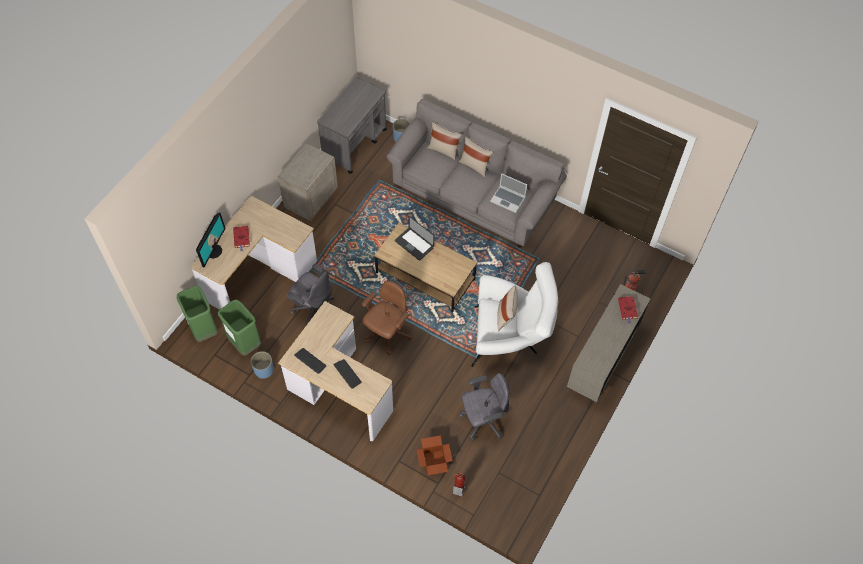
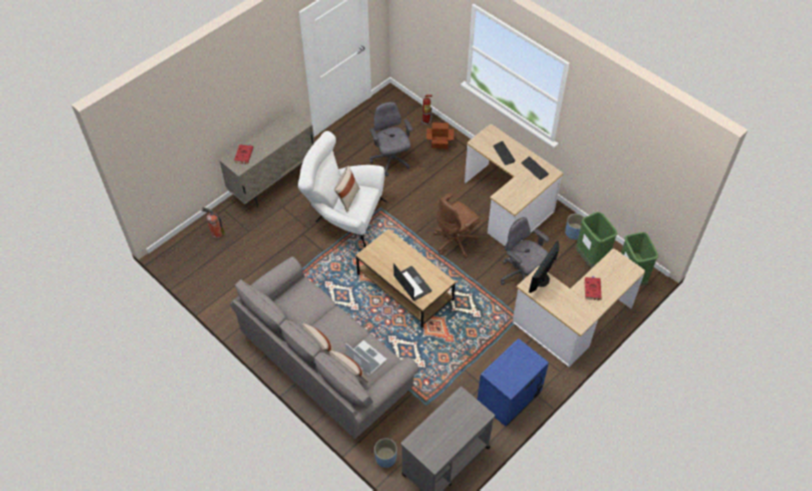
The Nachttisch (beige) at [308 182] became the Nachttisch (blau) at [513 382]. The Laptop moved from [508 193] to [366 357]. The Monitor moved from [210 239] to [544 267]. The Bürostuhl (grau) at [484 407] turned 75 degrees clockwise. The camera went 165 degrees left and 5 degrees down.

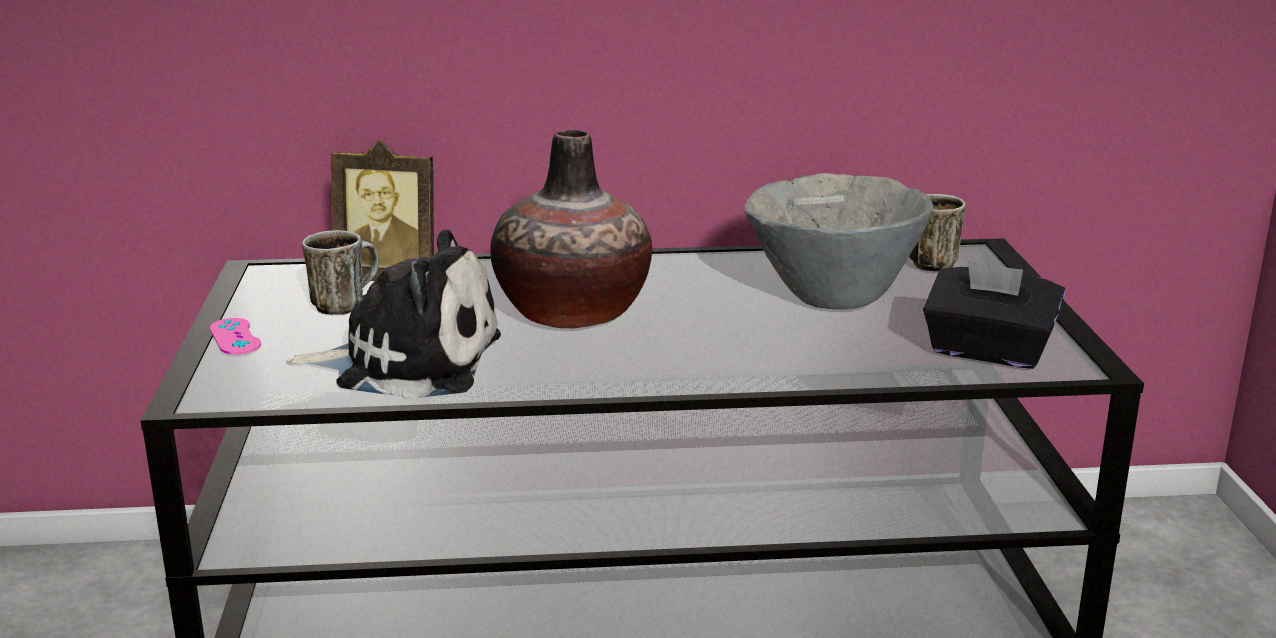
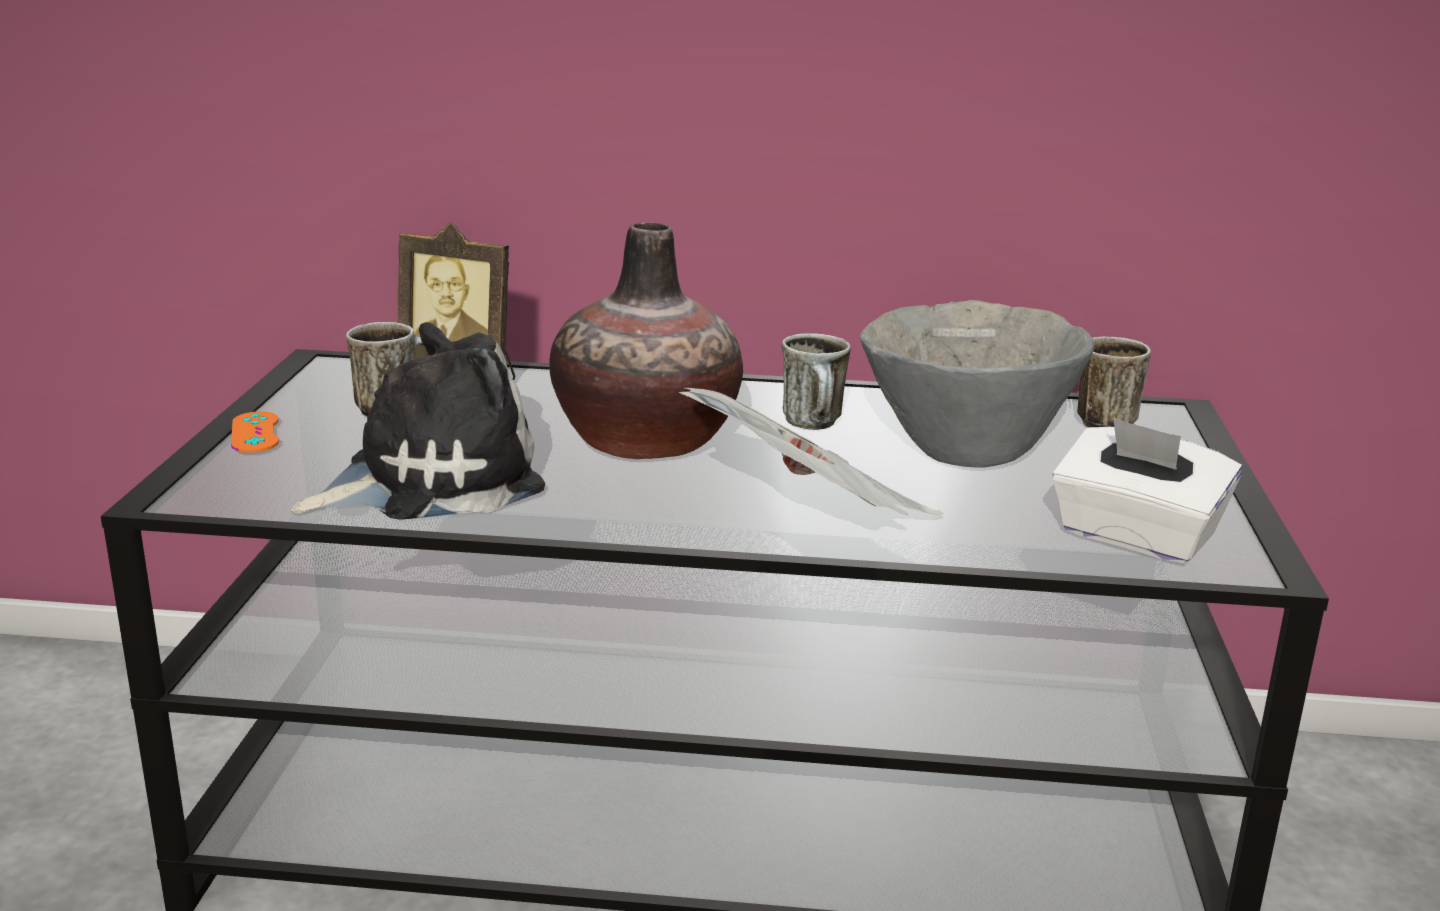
The Plüschtier at [393 314] turned 45 degrees counterclockwise. The Taschentuchbox (schwarz) at [994 314] became the Taschentuchbox (weiß) at [1147 490]. The Gamepad (rosa) at [235 336] became the Gamepad (orange) at [255 432]. The Henkelbecher at [816 381] appeared. The Zeitung at [811 451] appeared. The camera went 10 degrees right and 0 degrees up.

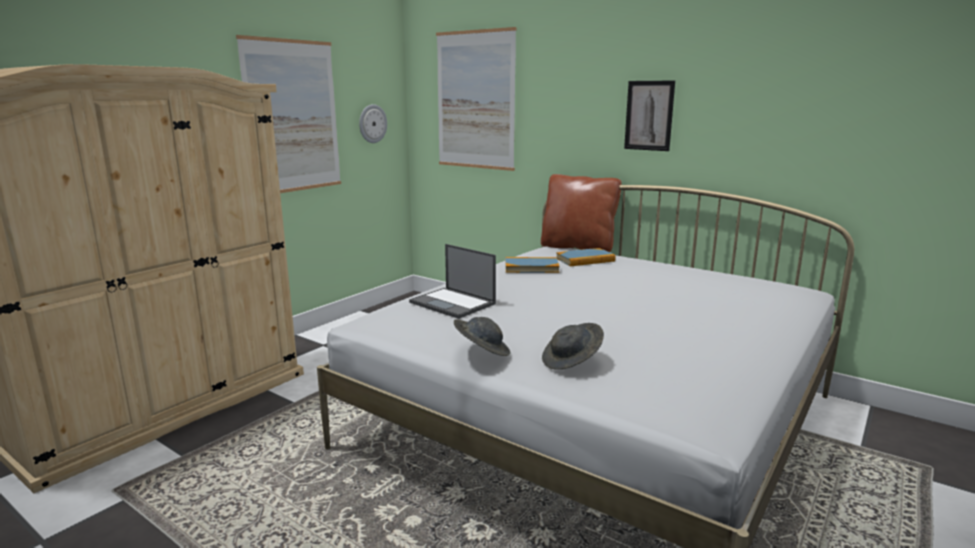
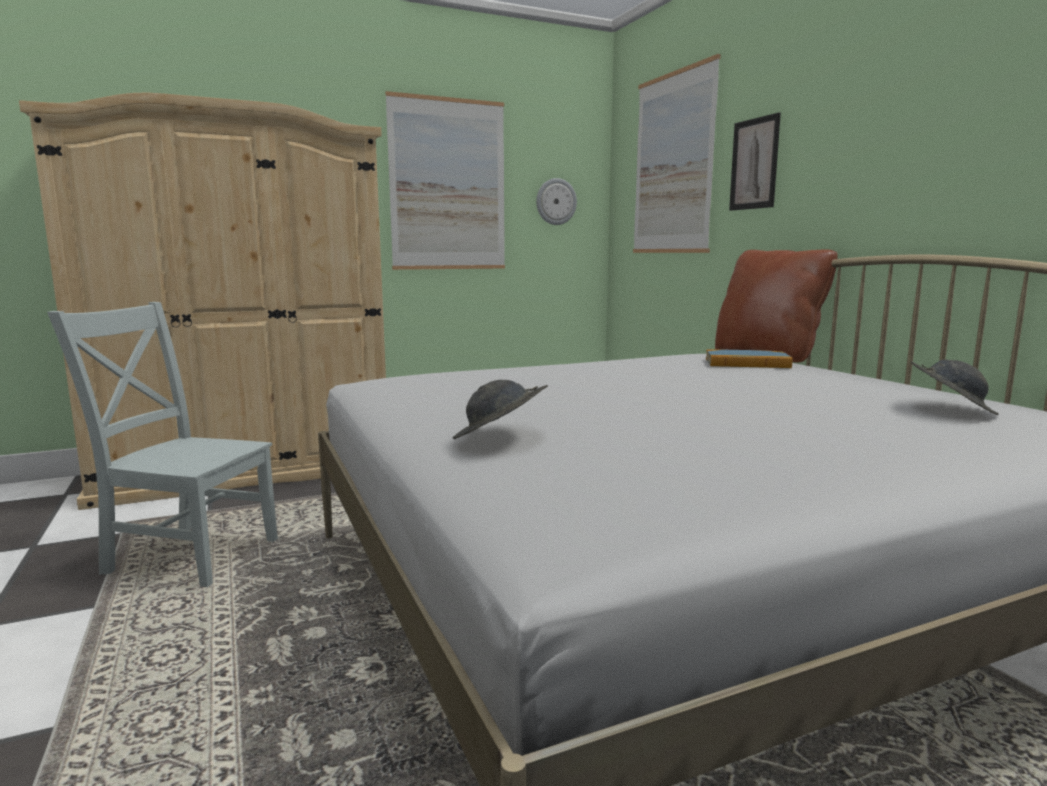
The Bild moved from [649 115] to [755 162]. The Laptop at [452 281] disappeared. The Buch at [532 265] disappeared. The Hut (grau) moved from [482 336] to [955 387]. The Stuhl (grau) at [162 444] appeared. The camera went 30 degrees right and 5 degrees down.

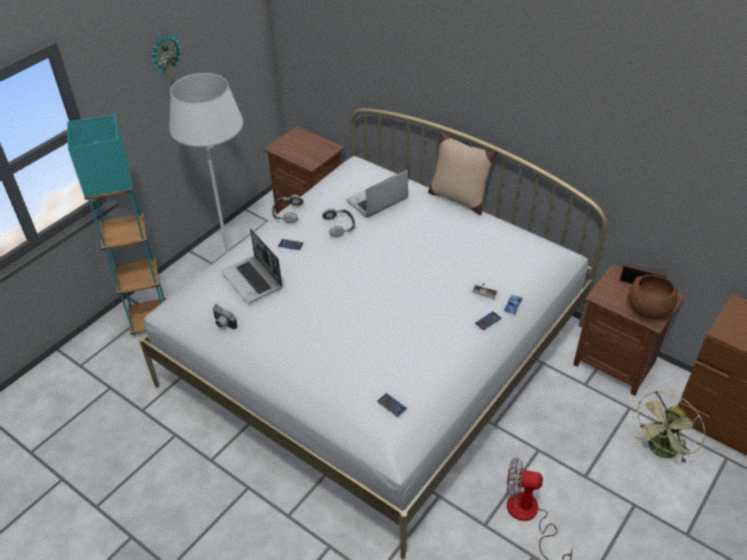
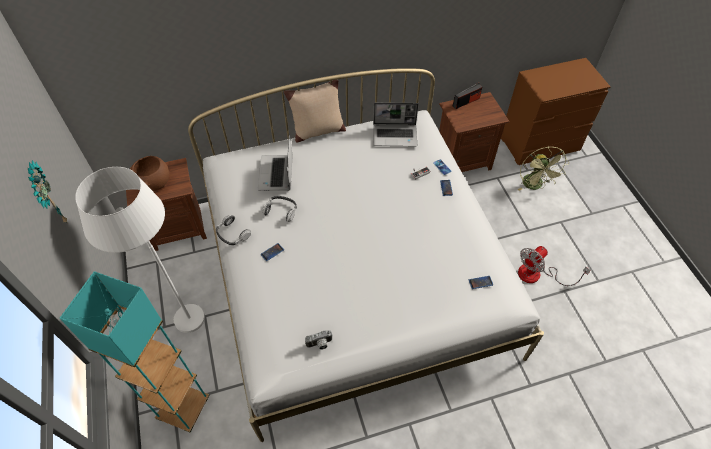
The Laptop moved from [252 266] to [396 124]. The Schüssel (braun) moved from [652 297] to [149 173]. The camera went 55 degrees left and 10 degrees up.

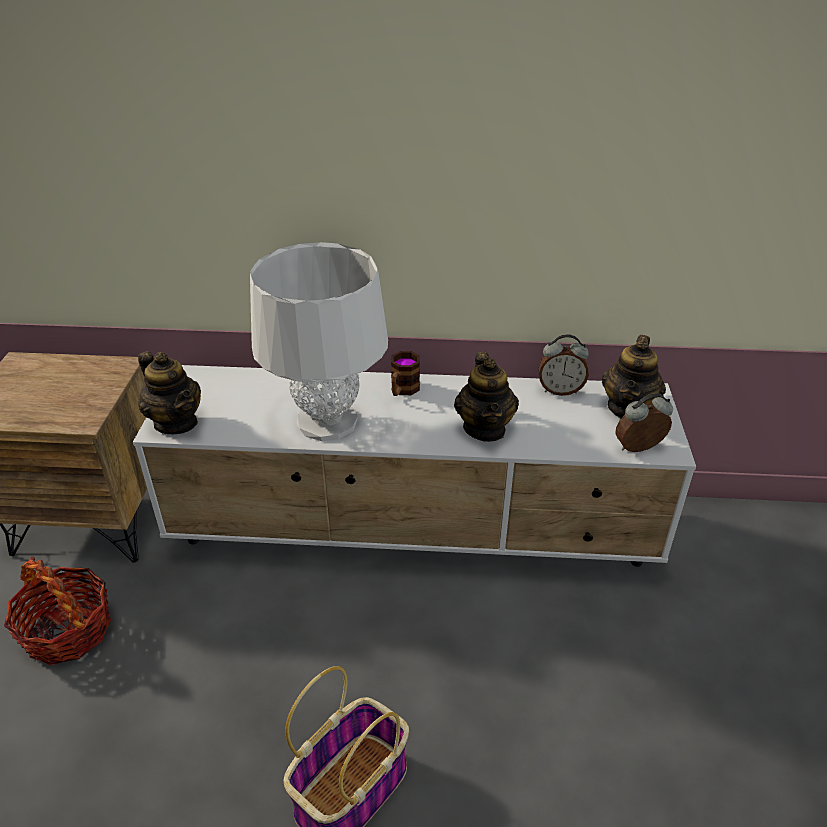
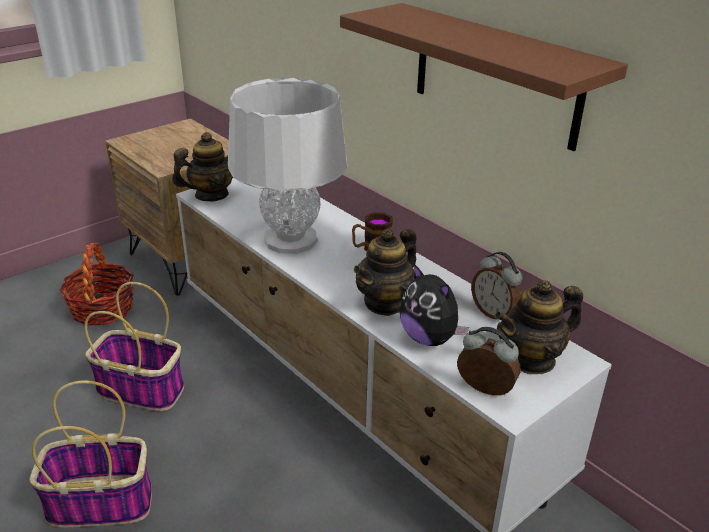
The Teekanne at [169 392] turned 120 degrees counterclockwise. The Wandregal (braun) at [484 77] appeared. The Plüschtier at [434 305] appeared. The Korb at [134 346] appeared. The camera went 45 degrees right and 5 degrees down.

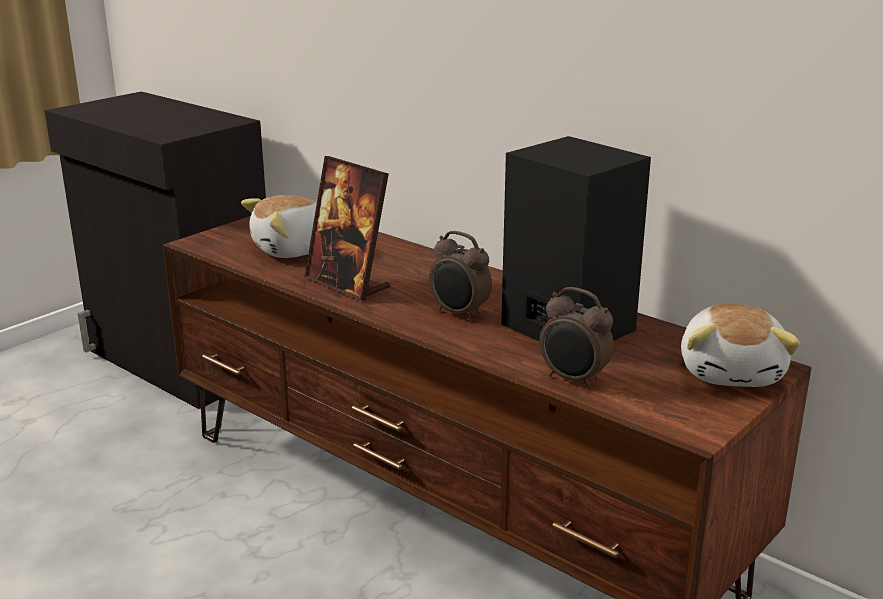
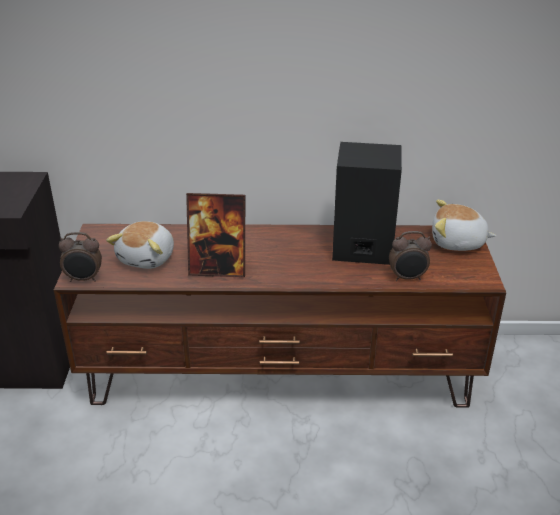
The Wecker moved from [460 276] to [80 257]. The Plüschtier at [741 345] turned 135 degrees clockwise. The camera went 40 degrees left and 10 degrees up.

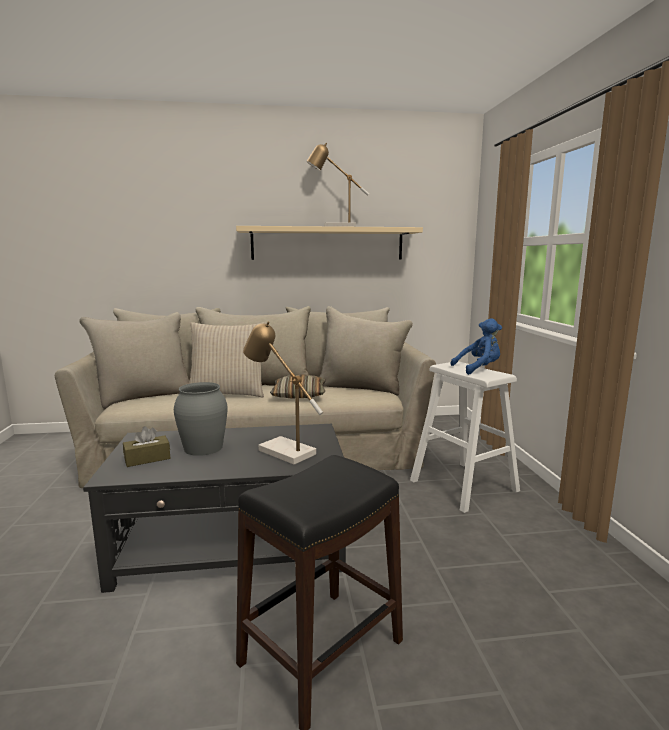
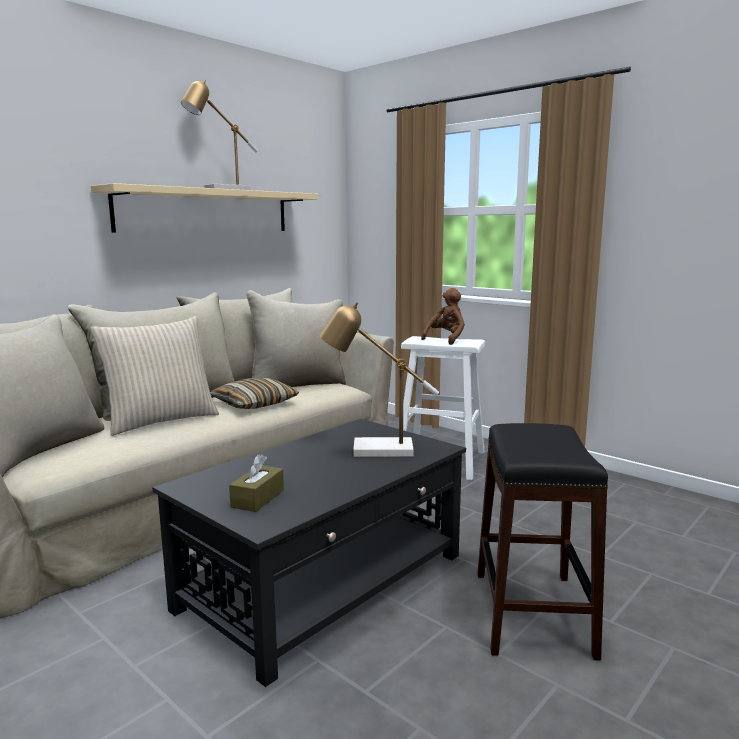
The Plüschtier (blau) at [476 347] became the Plüschtier (braun) at [443 316]. The Vase (grau) at [201 419] disappeared. The camera went 40 degrees left and 0 degrees up.

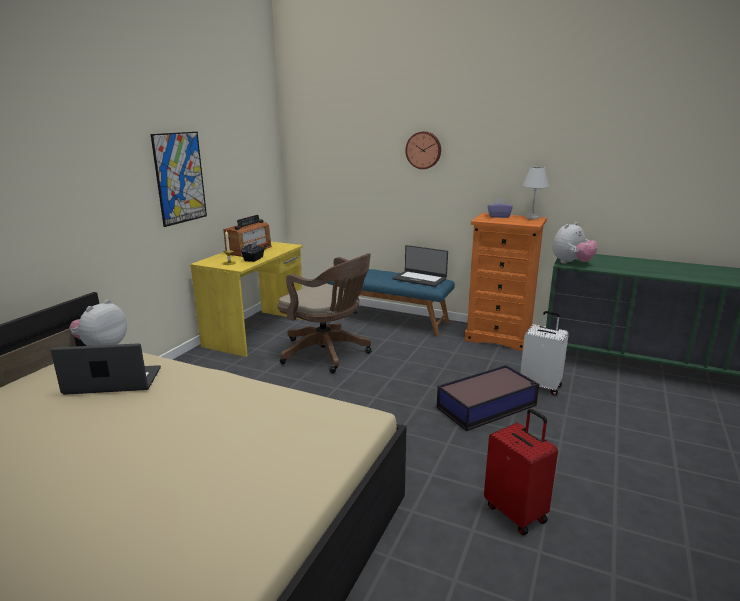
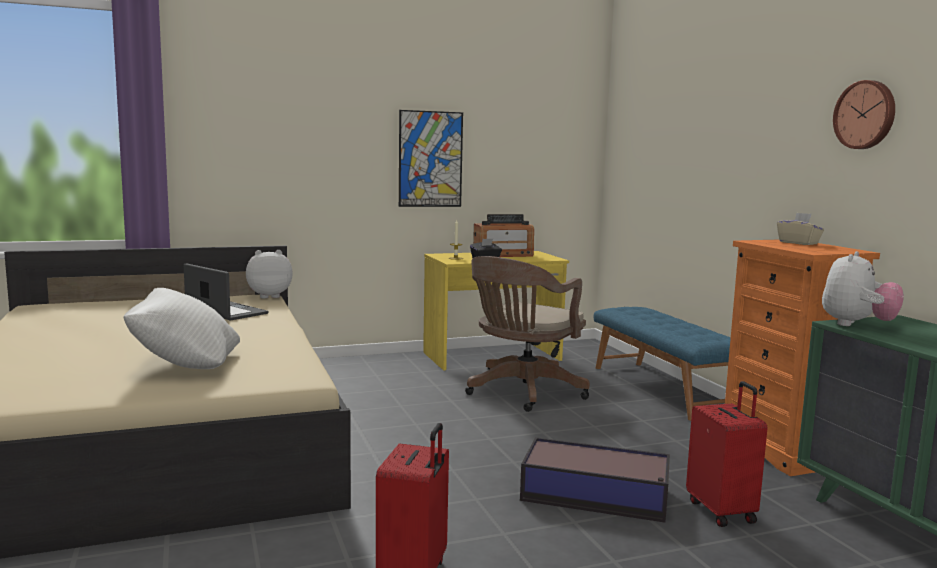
The Wanduhr moved from [423 150] to [864 114]. The Tischlampe (weiß) at [535 193] disappeared. The Taschentuchbox (lila) at [500 208] became the Taschentuchbox (beige) at [800 229]. The Plüschtier at [575 243] turned 60 degrees counterclockwise. The Laptop at [420 266] disappeared. The Bürostuhl (braun) at [324 313] turned 45 degrees clockwise. The Koffer (weiß) at [544 353] became the Koffer (rot) at [726 454]. The Kissen (weiß) at [181 328] appeared. The camera went 45 degrees right and 10 degrees down.

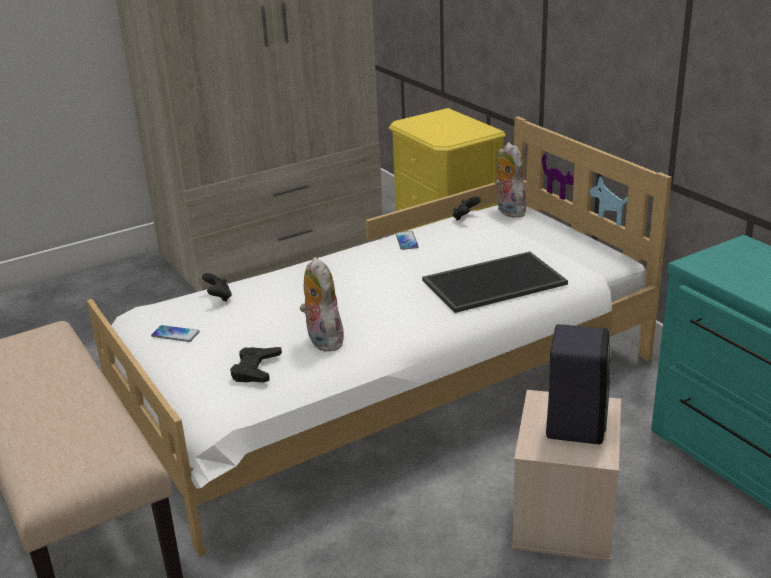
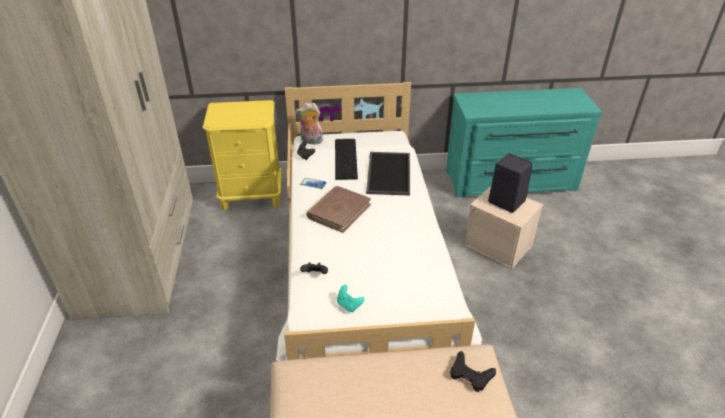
The Plüschtier at [322 304] disappeared. The Handy at [175 333] was replaced by the Gamepad (türkis) at [351 298]. The Gamepad (schwarz) moved from [256 364] to [473 371]. The Tastatur at [346 159] appeared. The Buch (braun) at [339 209] appeared. The camera went 65 degrees left and 10 degrees up.

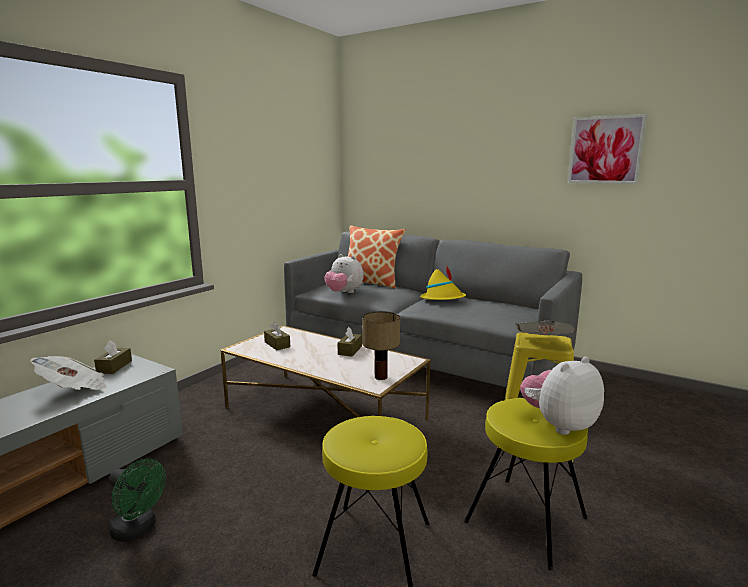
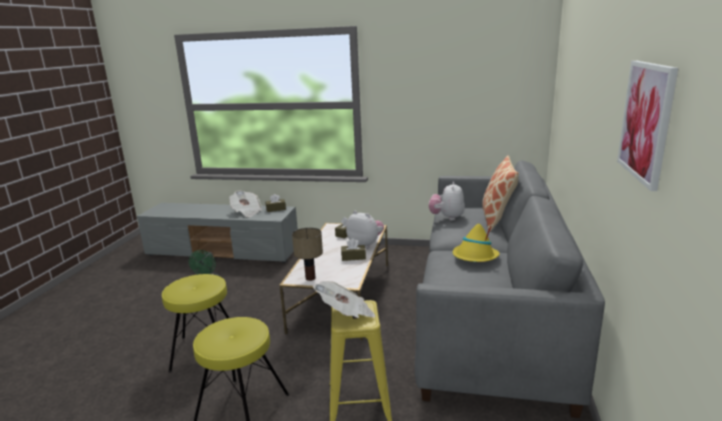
The Plüschtier moved from [562 395] to [365 230]. The camera went 70 degrees right and 5 degrees up.

